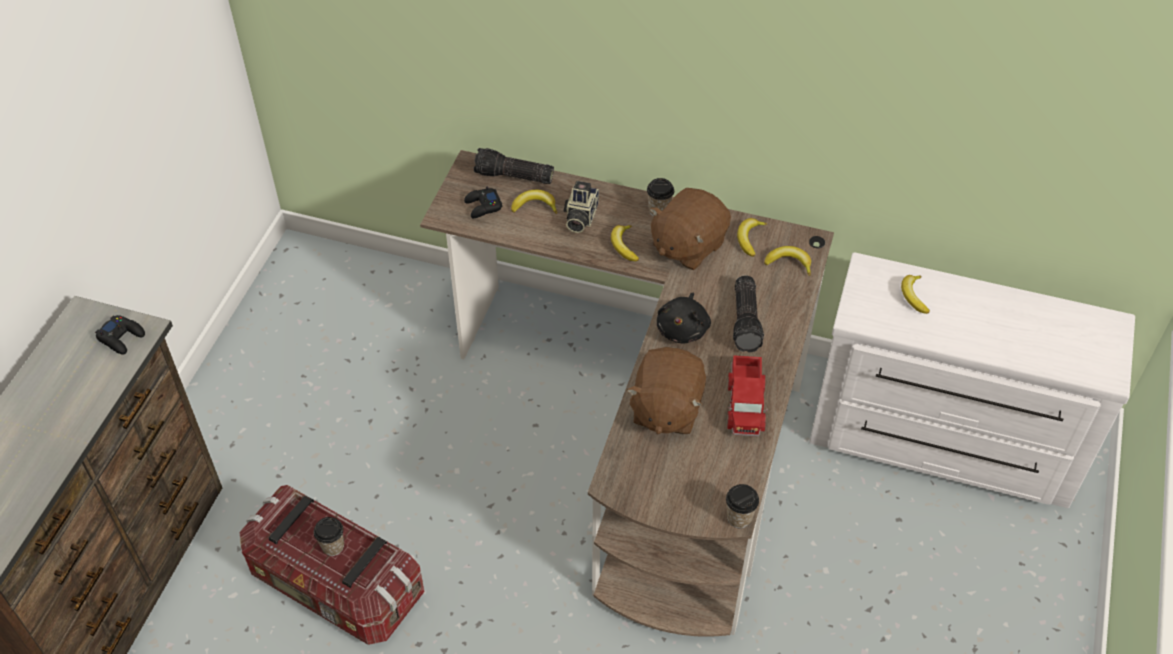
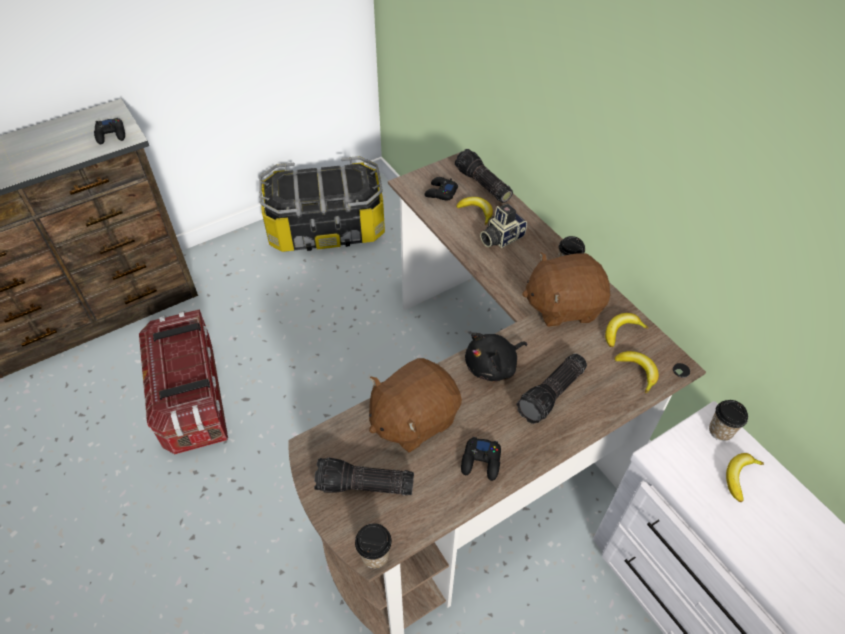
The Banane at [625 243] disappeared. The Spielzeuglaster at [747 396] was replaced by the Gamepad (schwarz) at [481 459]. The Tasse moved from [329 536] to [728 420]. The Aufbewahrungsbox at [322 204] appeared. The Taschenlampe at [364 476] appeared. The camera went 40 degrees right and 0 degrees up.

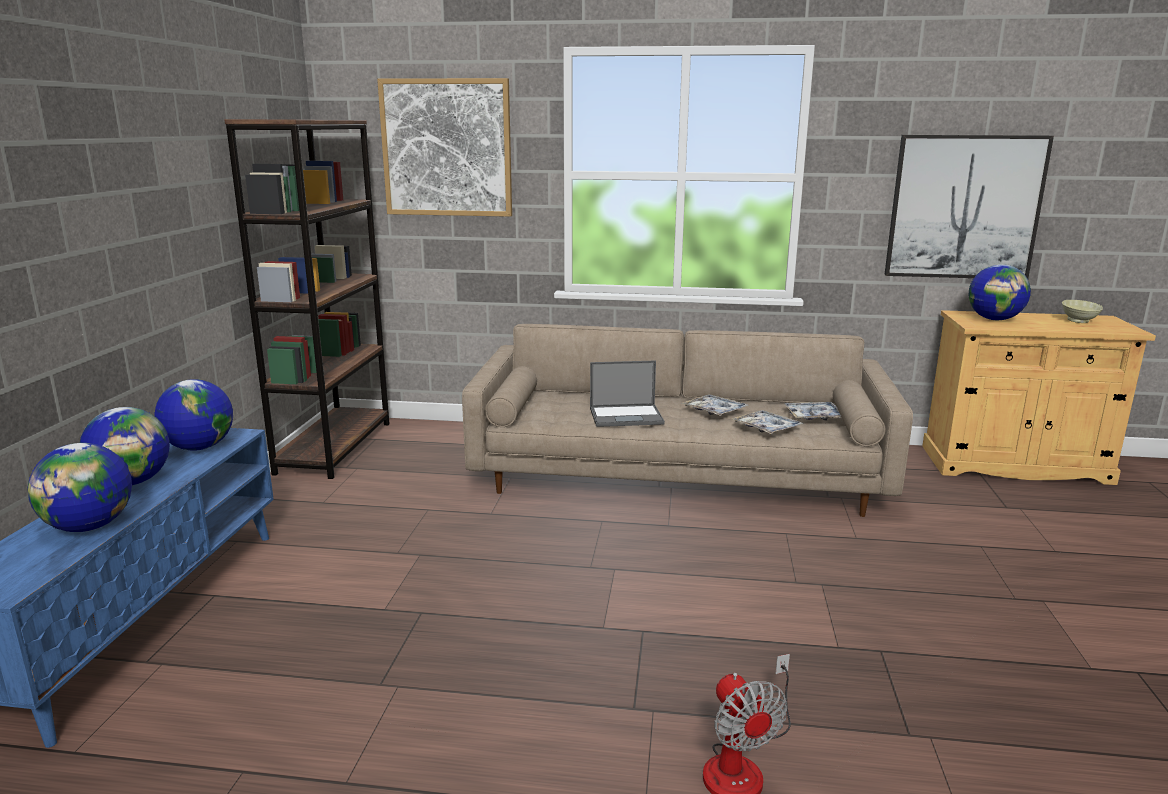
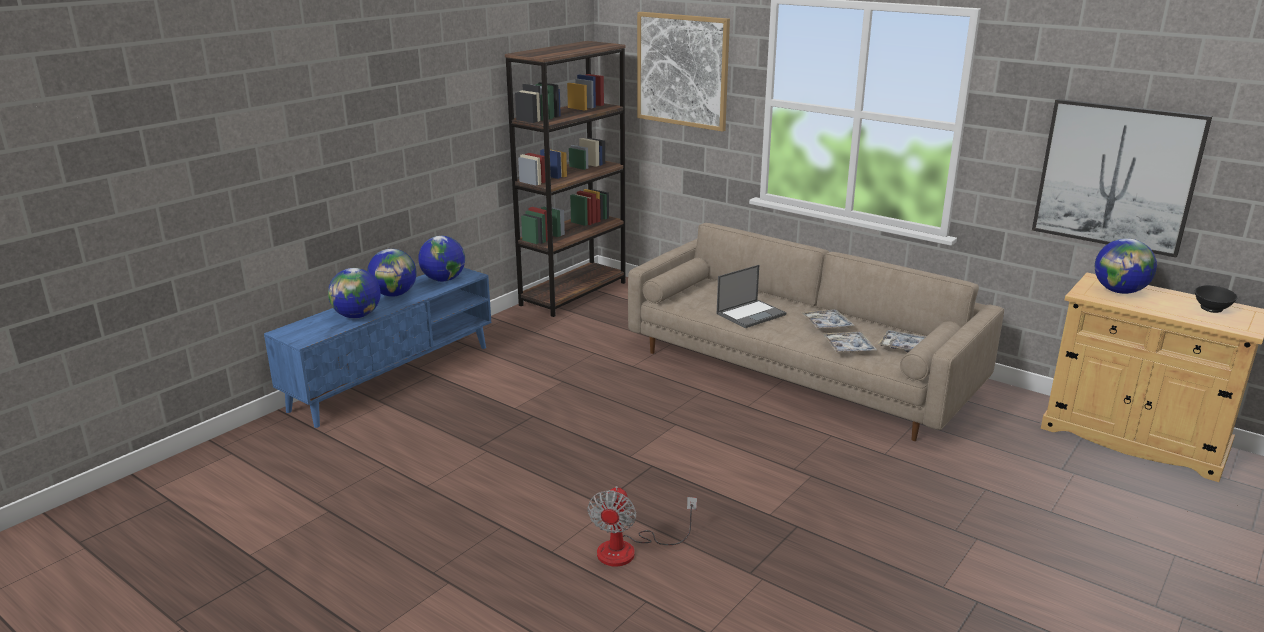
The Schüssel (beige) at [1082 311] became the Schüssel (schwarz) at [1216 299]. The Laptop at [627 393] turned 60 degrees counterclockwise. The camera went 30 degrees right and 5 degrees up.

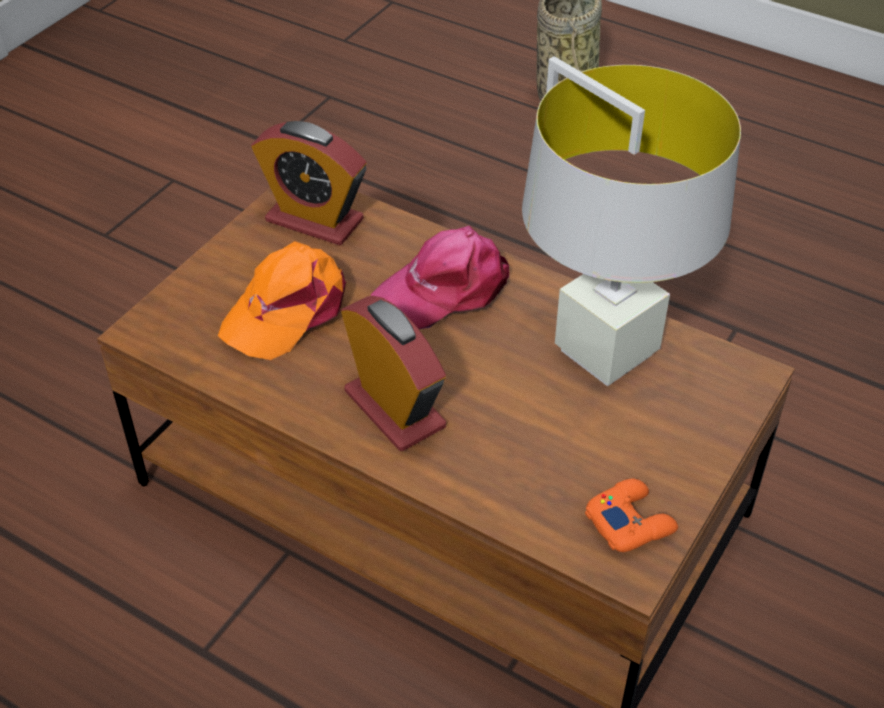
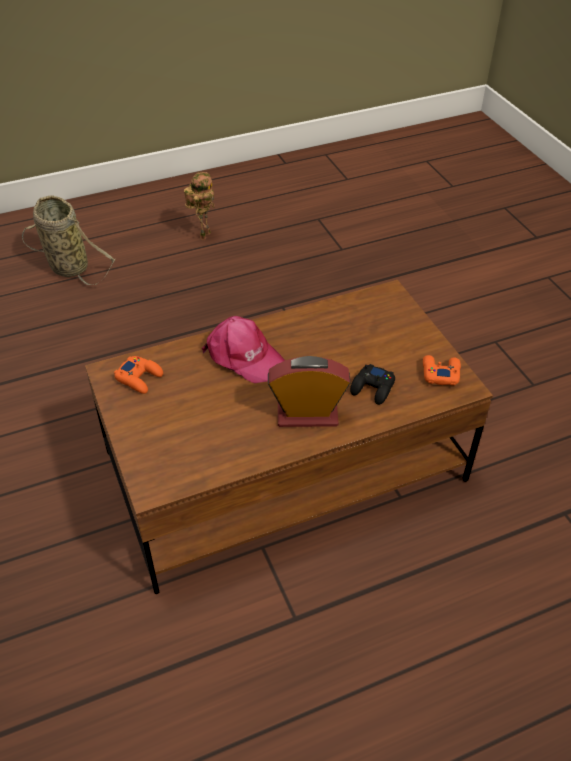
The Tischlampe (grau) at [631 221] disappeared. The Wecker at [309 183] was replaced by the Gamepad (orange) at [138 375]. The Kappe (rosa) at [440 277] turned 60 degrees counterclockwise. The Kappe (orange) at [282 300] disappeared. The Spielzeugroboter at [199 206] appeared. The Gamepad (schwarz) at [372 384] appeared. The camera went 55 degrees left and 0 degrees up.

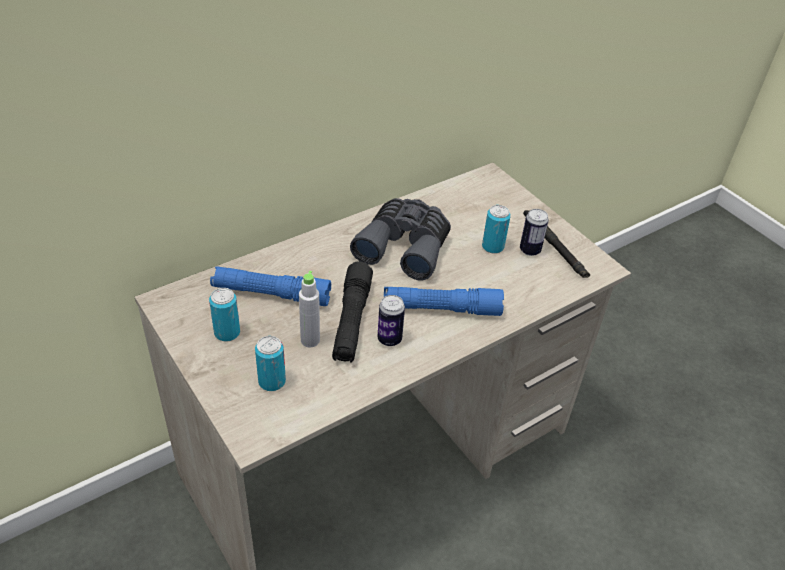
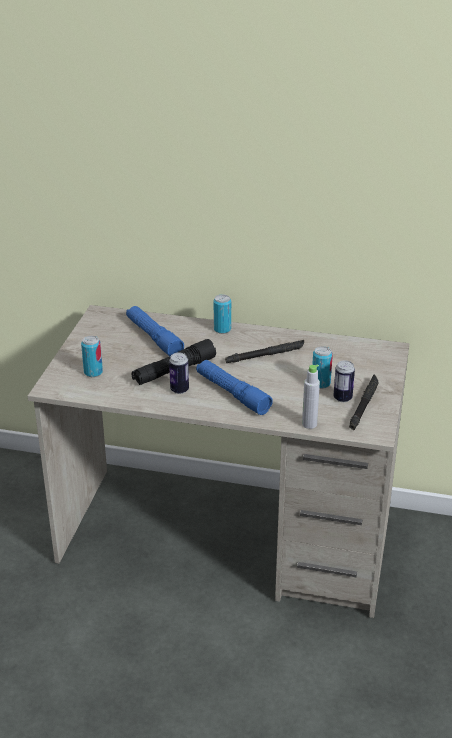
The Fernglas (grau) at [400 239] was replaced by the Taschenlampe (schwarz) at [264 351]. The Flasche (grau) moved from [309 309] to [311 396]. The Dose moved from [224 315] to [222 314]. The camera went 50 degrees right and 10 degrees down.

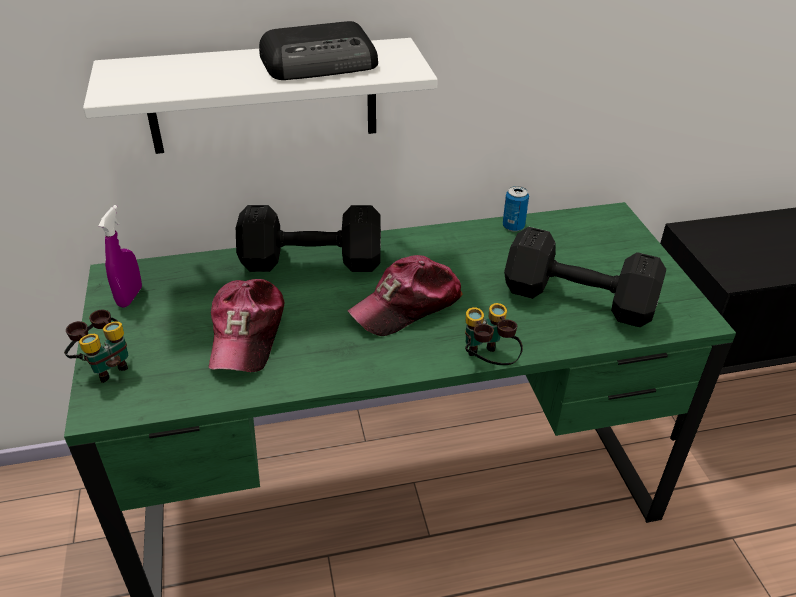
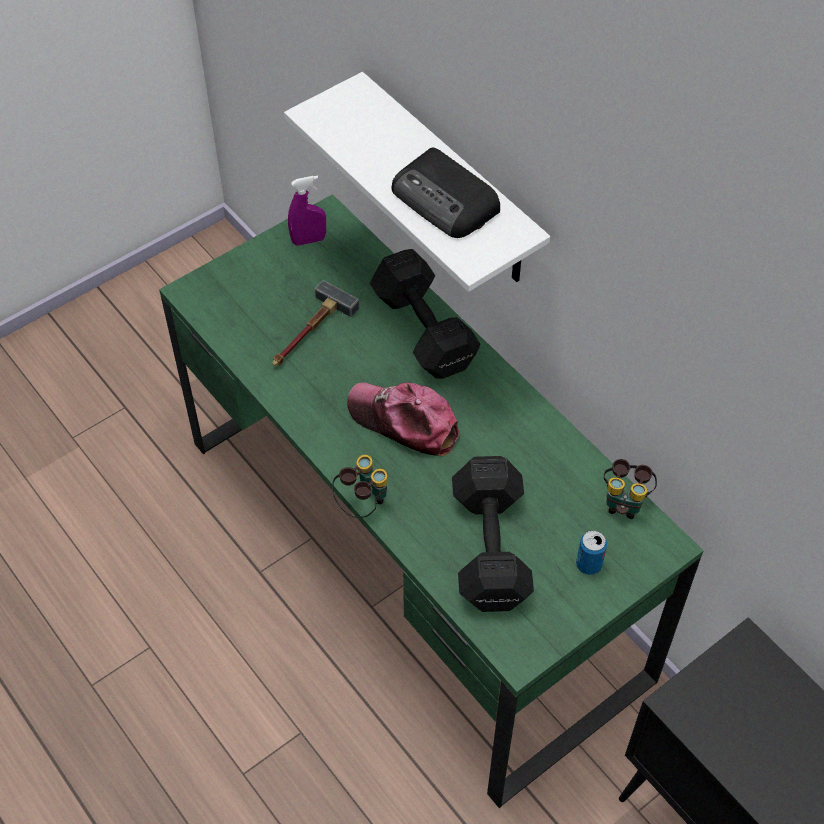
The Dose moved from [516 209] to [591 552]. The Kappe at [247 325] was replaced by the Hammer at [315 323]. The Fernglas moved from [96 346] to [630 489]. The camera went 65 degrees right and 15 degrees up.

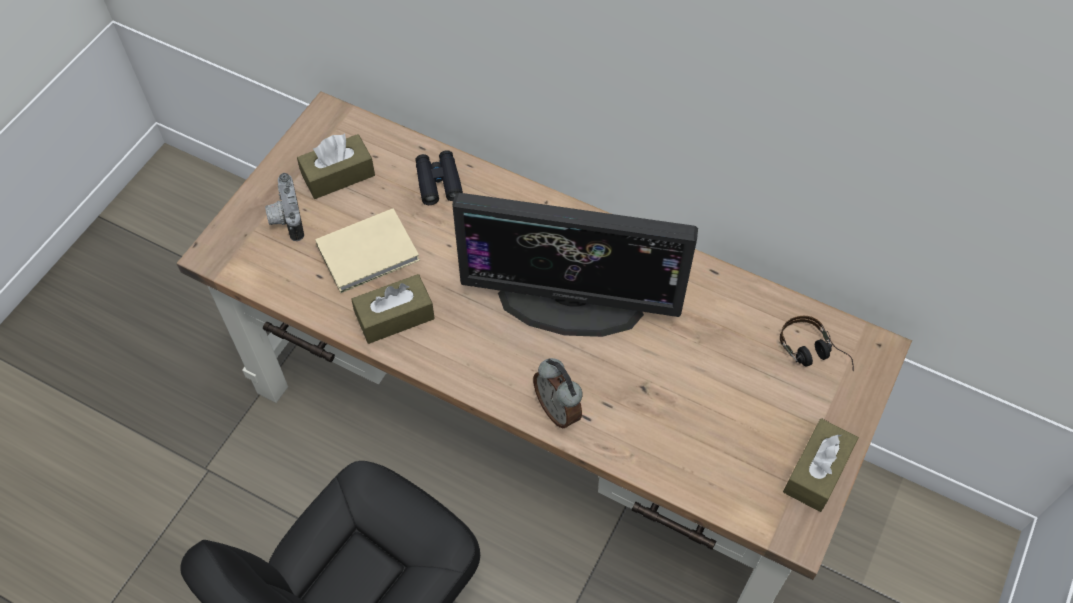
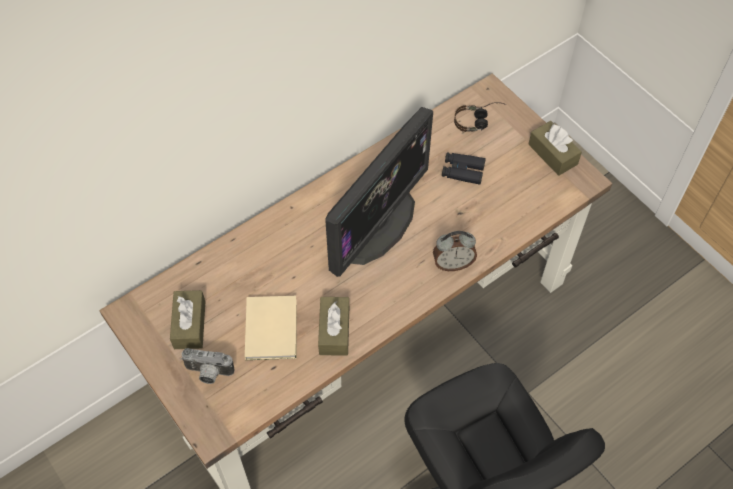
The Fernglas (schwarz) moved from [439 177] to [464 168]. The camera went 65 degrees left and 0 degrees up.

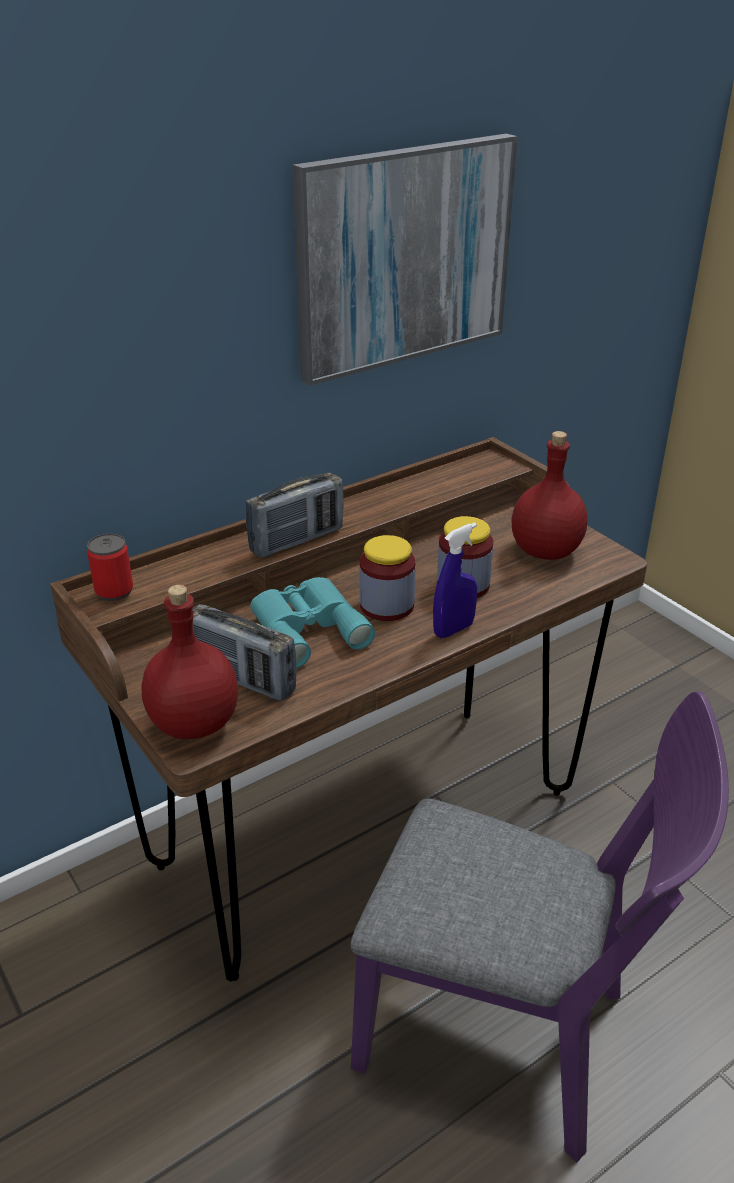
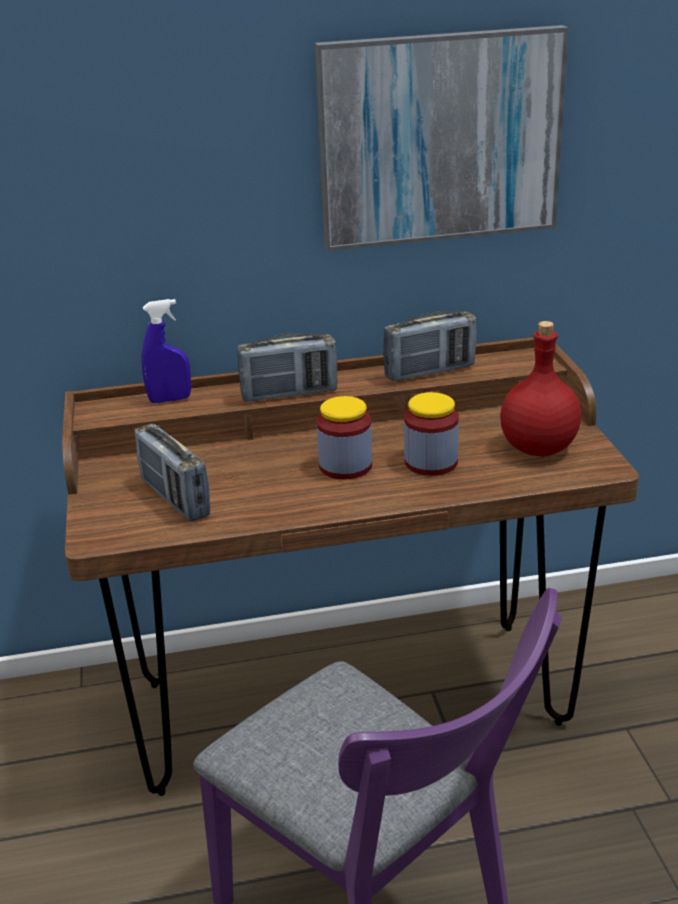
The Sprühflasche (blau) moved from [455 580] to [166 351]. The Dose at [110 567] disappeared. The Fernglas (türkis) at [312 622] disappeared. The Flasche (rot) at [190 662] disappeared. The Radio at [429 346] appeared. The camera went 25 degrees right and 5 degrees down.

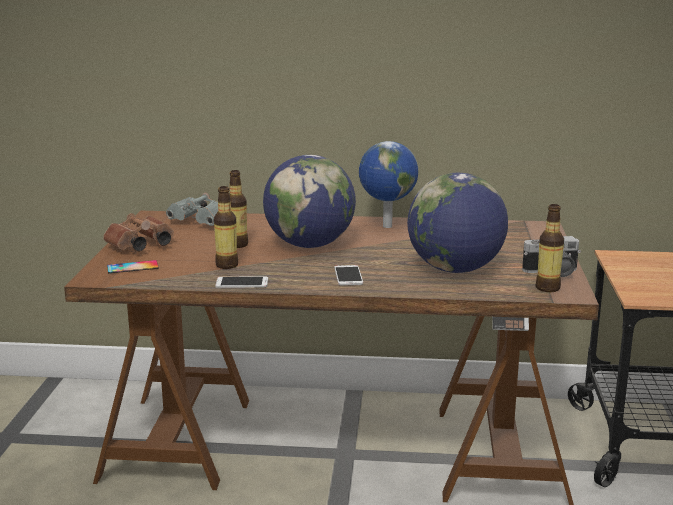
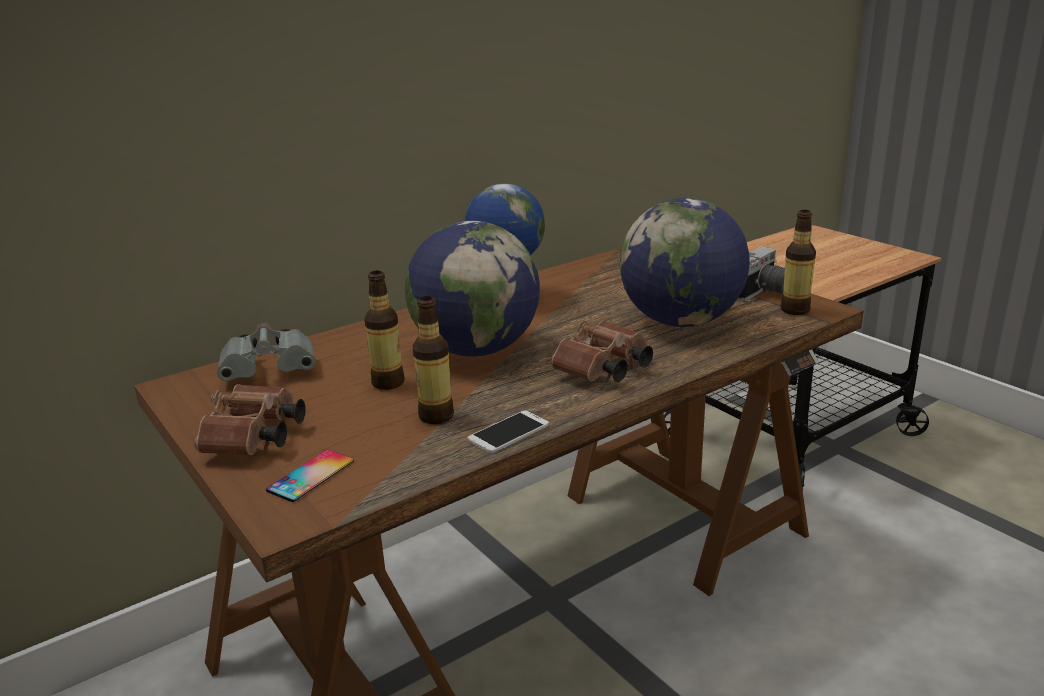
The Handy at [349 275] was replaced by the Fernglas (braun) at [602 351]. The camera went 40 degrees left and 5 degrees up.

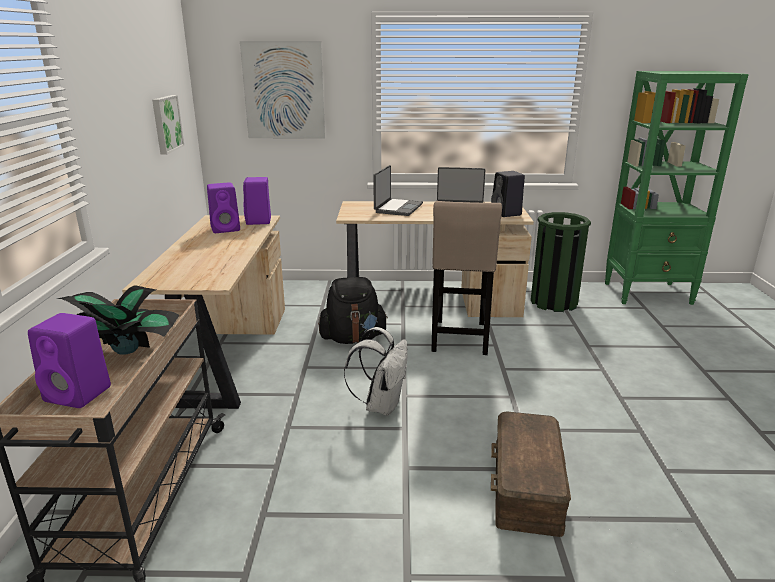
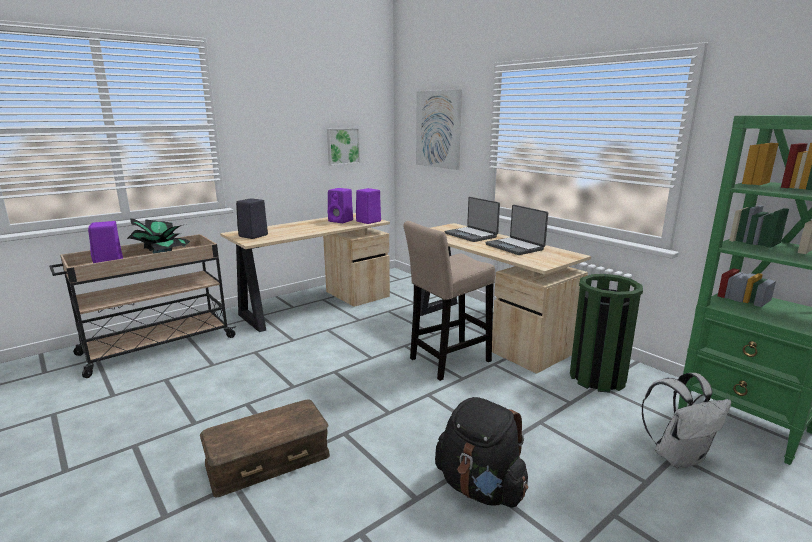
The Laptop at [398 190] turned 75 degrees clockwise. The Lautsprecher (schwarz) moved from [508 194] to [252 218]. The Rucksack (schwarz) moved from [353 310] to [481 452]. The Rucksack (weiß) moved from [376 371] to [686 421]. The camera went 50 degrees right and 5 degrees down.

